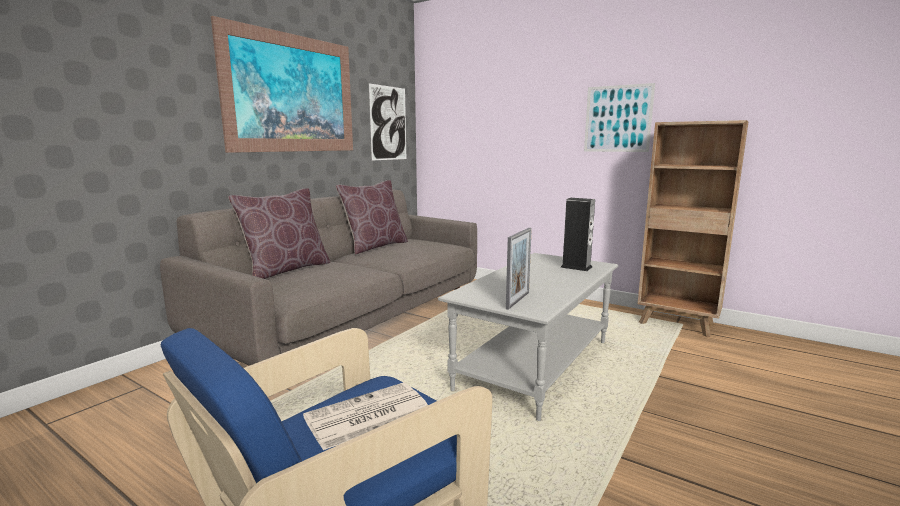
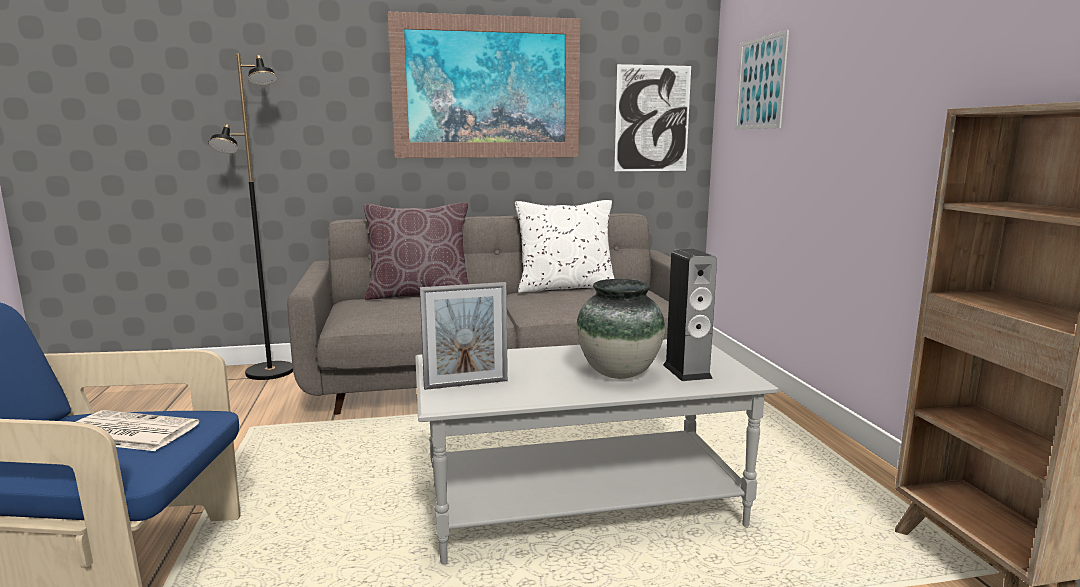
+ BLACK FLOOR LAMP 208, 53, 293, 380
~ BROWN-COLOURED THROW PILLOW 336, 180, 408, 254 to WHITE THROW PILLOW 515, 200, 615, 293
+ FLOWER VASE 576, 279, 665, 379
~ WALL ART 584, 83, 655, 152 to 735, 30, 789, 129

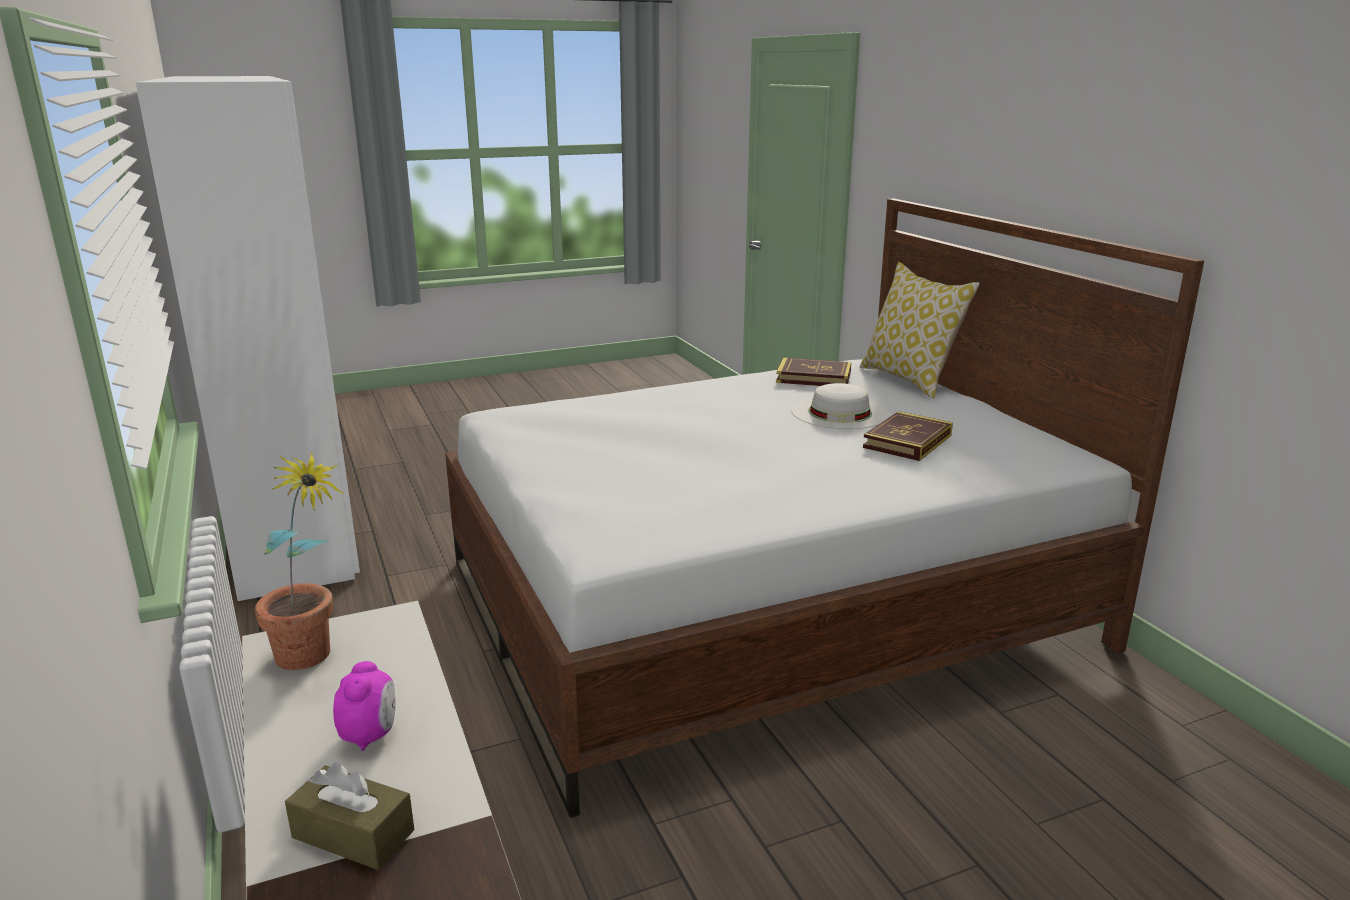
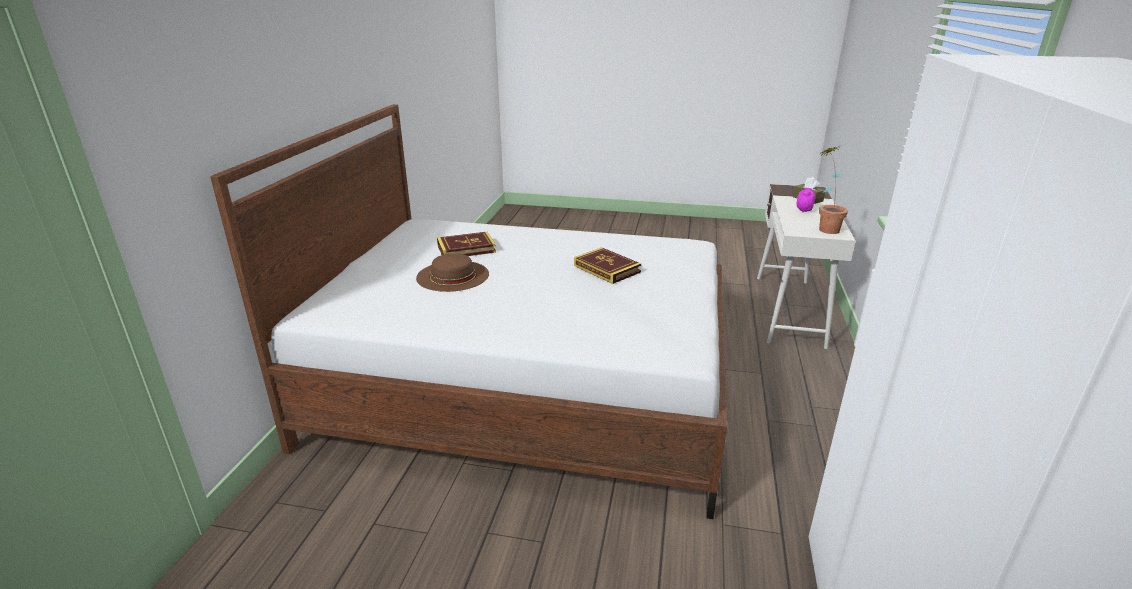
~ WHITE HAT 791, 383, 890, 429 to BROWN-COLOURED HAT 416, 253, 489, 292
~ BOUND BOOK 776, 358, 851, 386 to 574, 248, 641, 284
- THROW PILLOW 860, 262, 980, 399

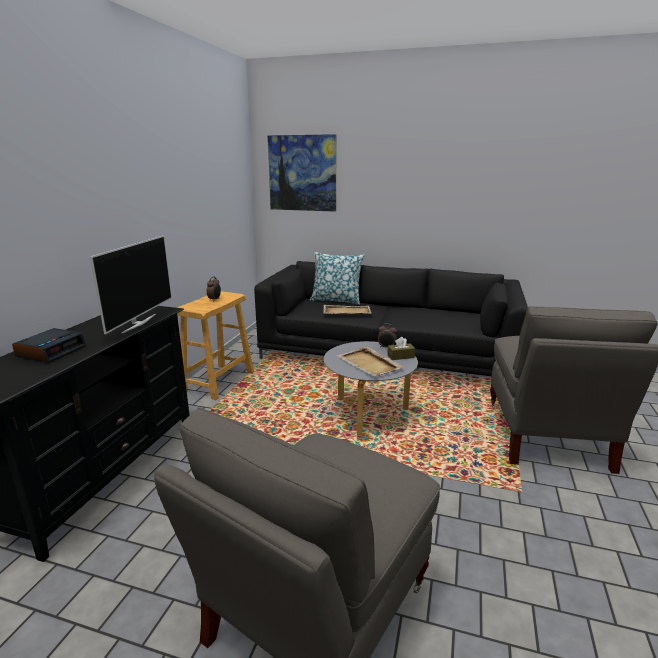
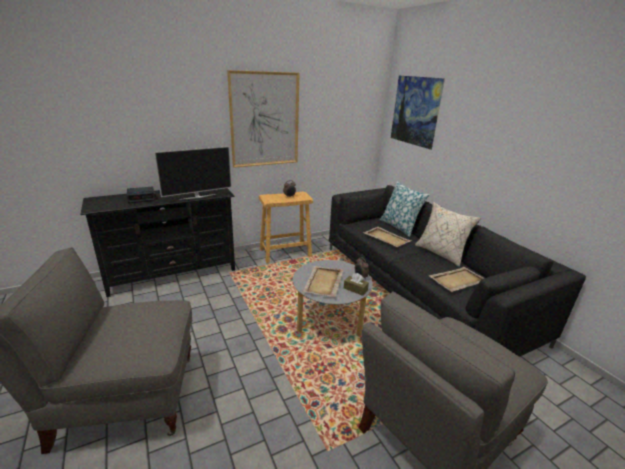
+ WALL ART 227, 70, 300, 168
+ BEIGE-COLOURED THROW PILLOW 415, 202, 481, 267
+ BEIGE-COLOURED TRAY 429, 267, 484, 292

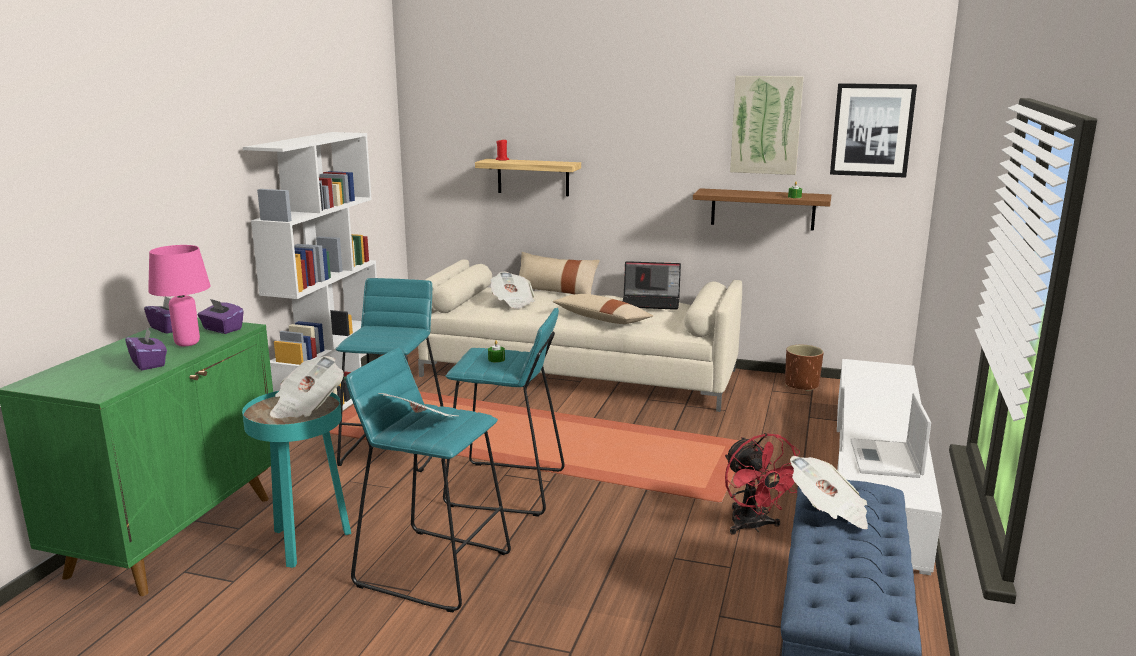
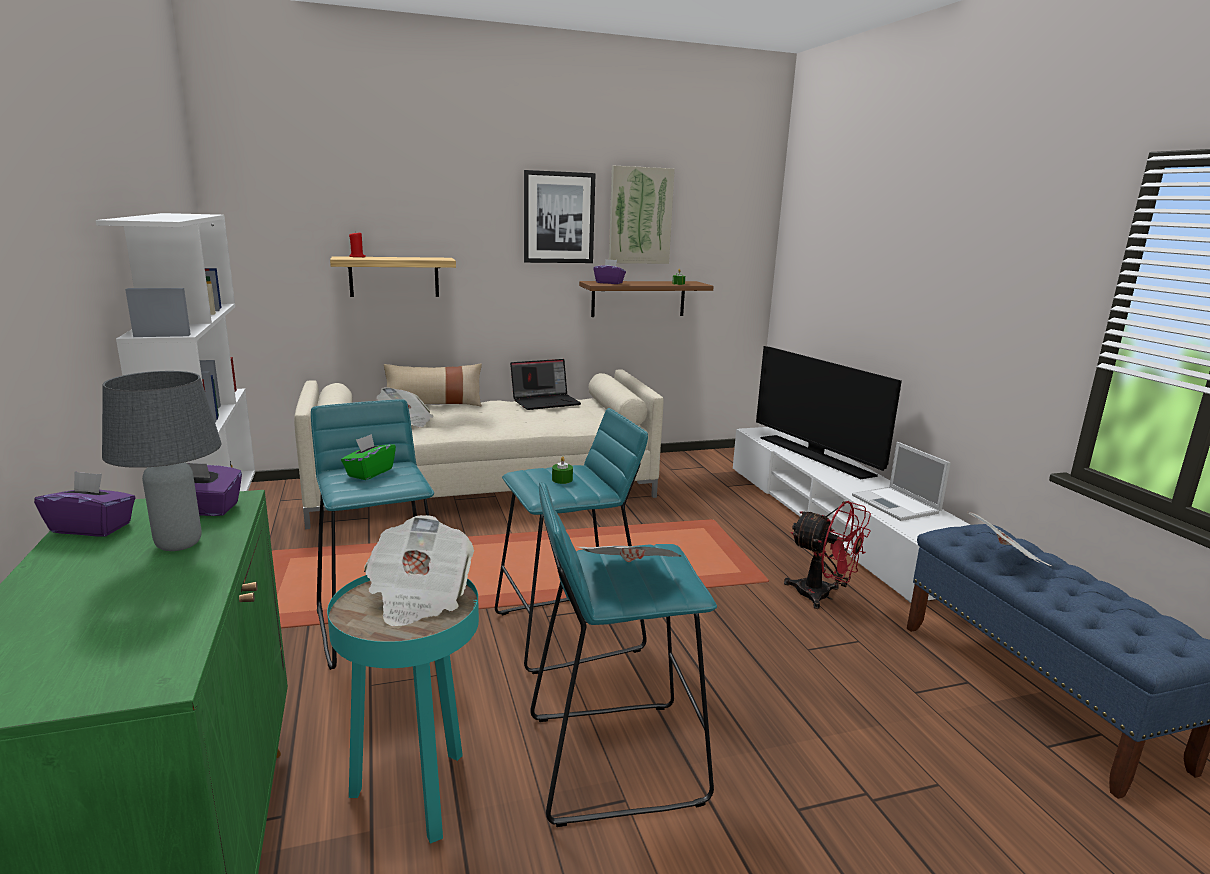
~ PINKISH TABLE LAMP 148, 245, 211, 346 to GRAY TABLE LAMP 102, 371, 222, 551
+ GREEN-COLOURED BOX OF TISSUES 341, 434, 396, 480
~ WALL ART 830, 83, 917, 178 to 524, 170, 596, 263
~ PURPLE-COLOURED BOX OF TISSUES 125, 328, 167, 370 to 593, 259, 626, 284
+ TV SET 756, 346, 902, 479
- BEIGE-COLOURED THROW PILLOW 552, 294, 653, 324
- BROWN-COLOURED FLOWER POT 785, 345, 824, 391

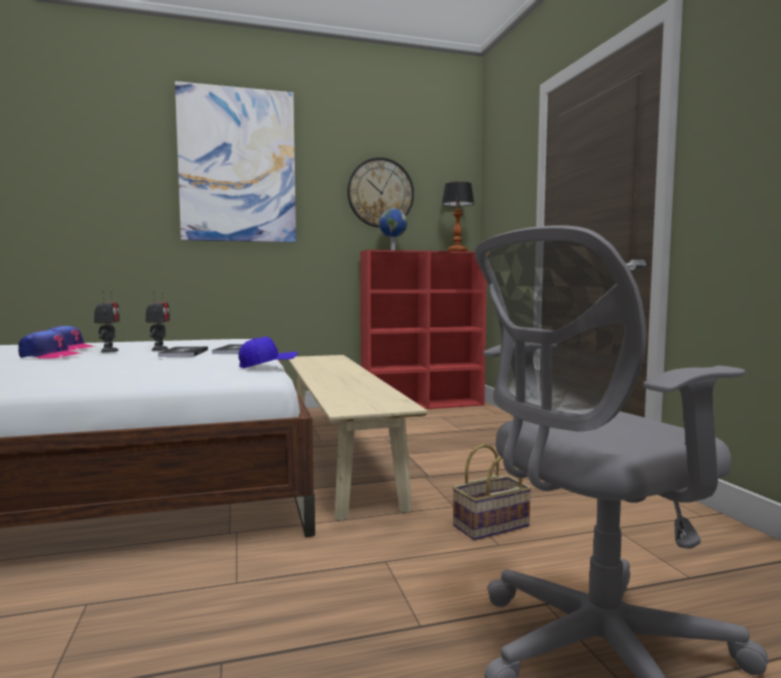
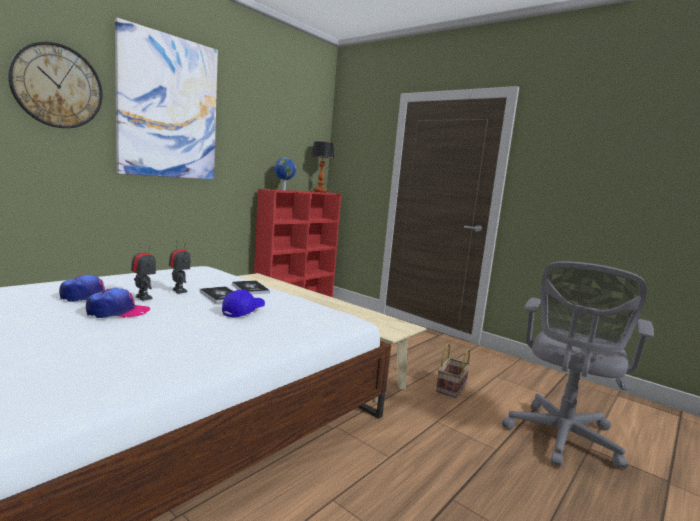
~ HANGING CLOCK 347, 157, 414, 228 to 8, 42, 102, 128
~ BLUE CAP 238, 337, 298, 368 to 222, 290, 265, 318

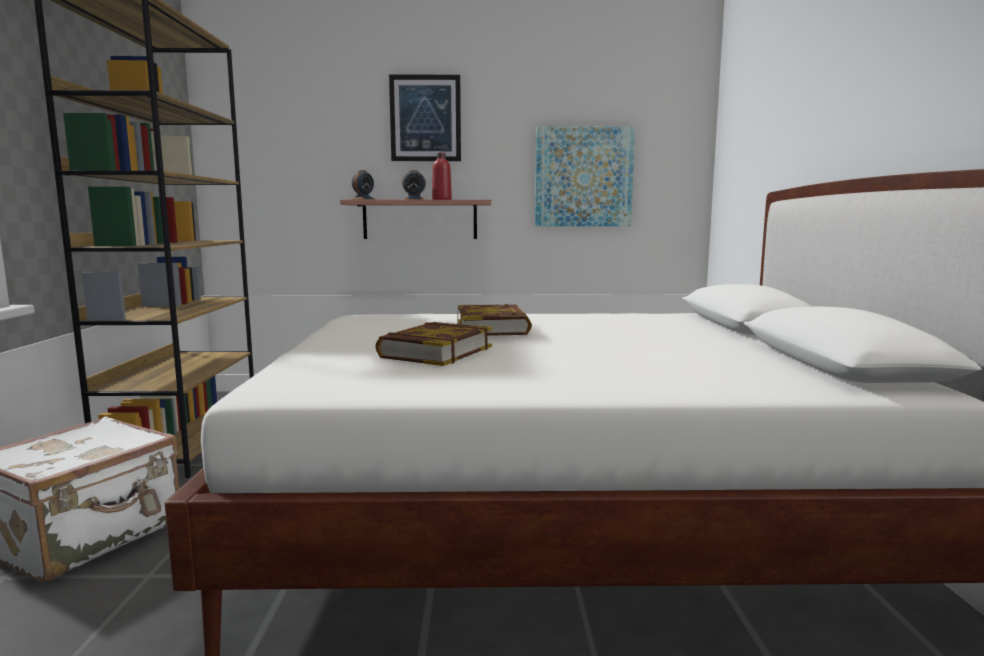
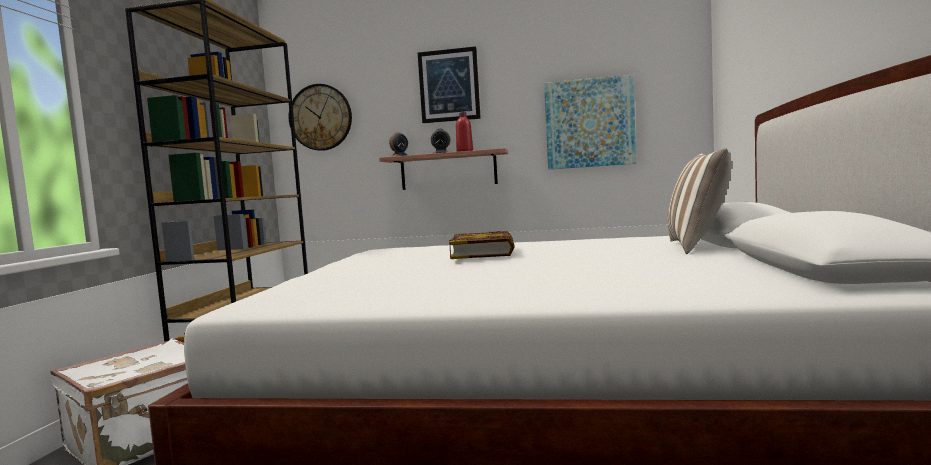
+ HANGING CLOCK 289, 84, 352, 151
+ THROW PILLOW 668, 149, 730, 254
- BOUND BOOK 375, 322, 492, 366

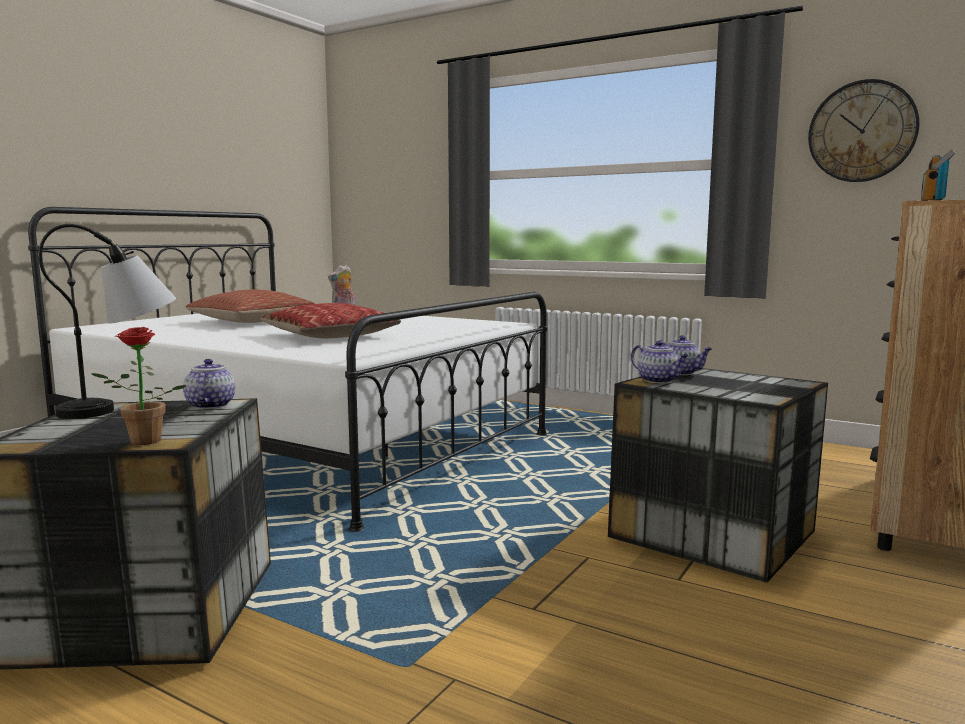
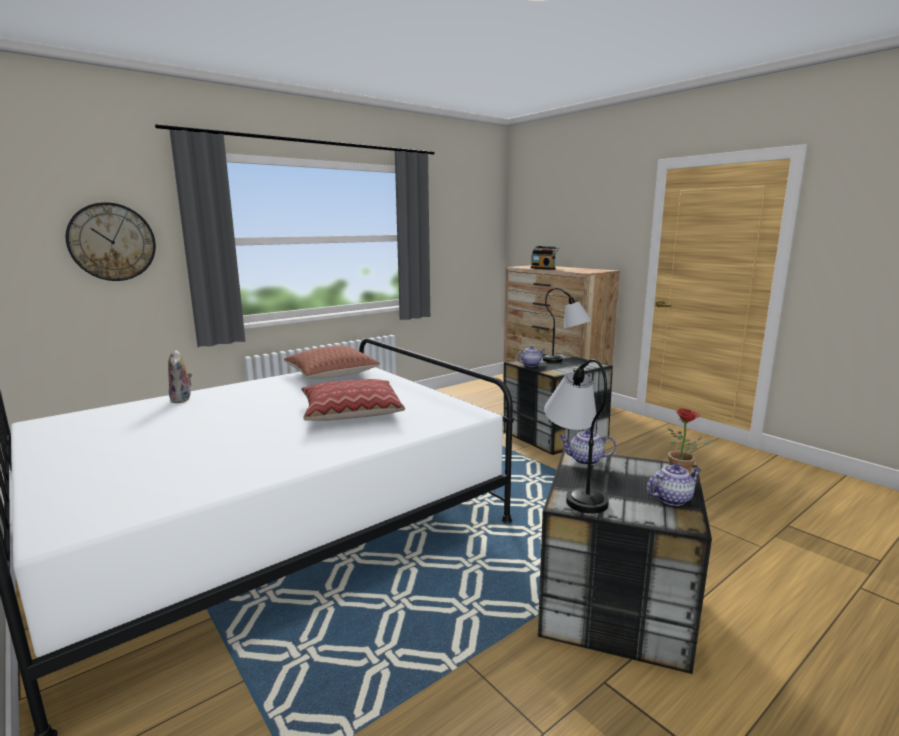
~ HANGING CLOCK 808, 79, 920, 182 to 66, 202, 156, 281
~ THROW PILLOW 185, 290, 315, 323 to 284, 346, 380, 379
+ TABLE LAMP 543, 288, 591, 363
~ POT FOR TEA 631, 341, 689, 383 to 646, 464, 701, 506

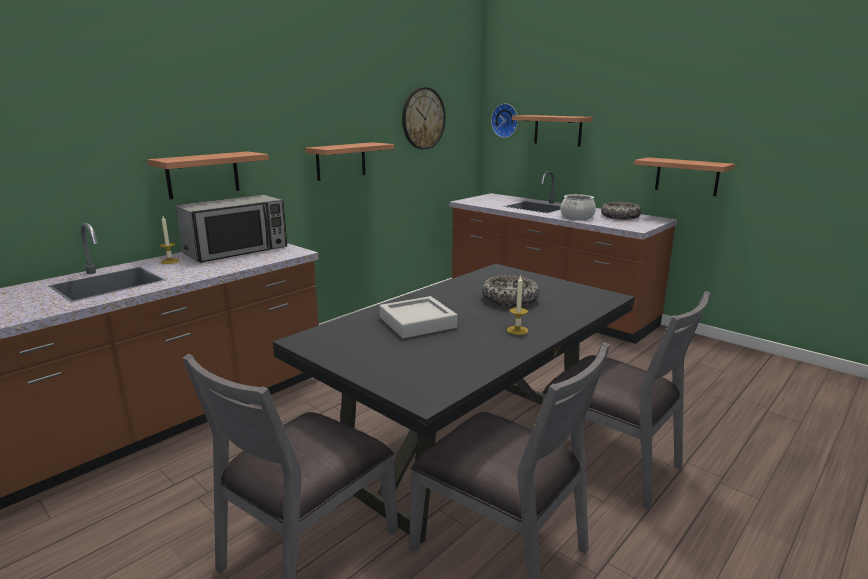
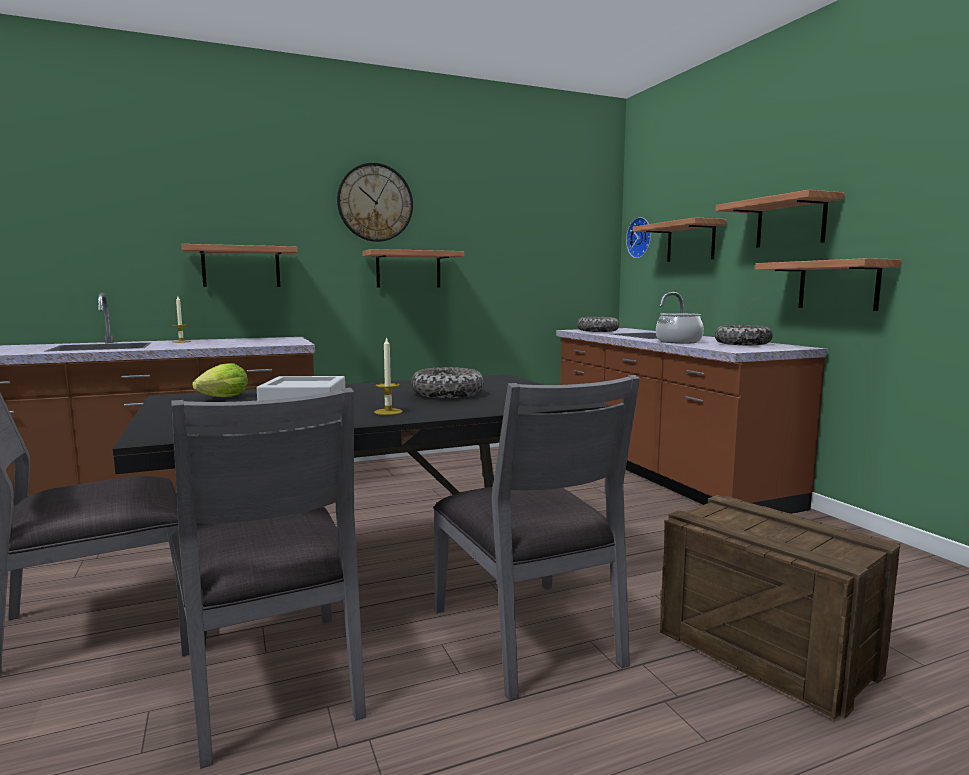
+ LETTUCE HEAD 192, 363, 248, 397
~ HANGING CLOCK 402, 87, 446, 150 to 337, 163, 413, 242
+ SERVING BOWL 577, 317, 619, 332
+ PACKING CRATE 660, 495, 900, 719
+ BRACKET SHELF 716, 190, 844, 248
- MICROWAVE 176, 195, 287, 263

